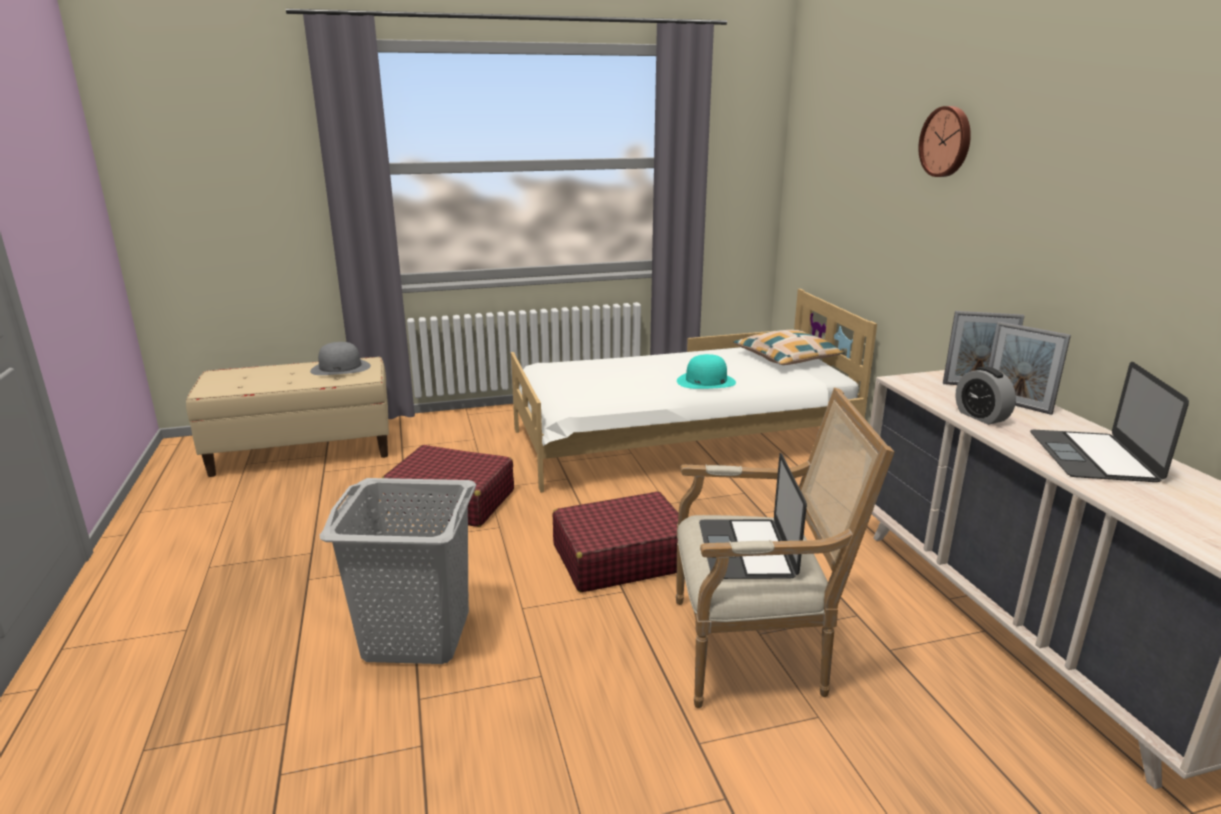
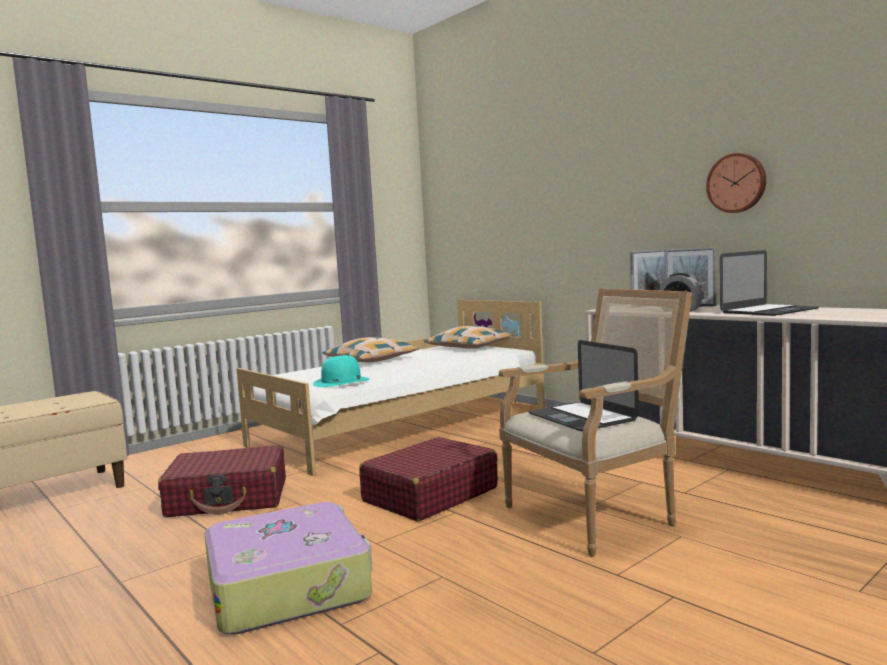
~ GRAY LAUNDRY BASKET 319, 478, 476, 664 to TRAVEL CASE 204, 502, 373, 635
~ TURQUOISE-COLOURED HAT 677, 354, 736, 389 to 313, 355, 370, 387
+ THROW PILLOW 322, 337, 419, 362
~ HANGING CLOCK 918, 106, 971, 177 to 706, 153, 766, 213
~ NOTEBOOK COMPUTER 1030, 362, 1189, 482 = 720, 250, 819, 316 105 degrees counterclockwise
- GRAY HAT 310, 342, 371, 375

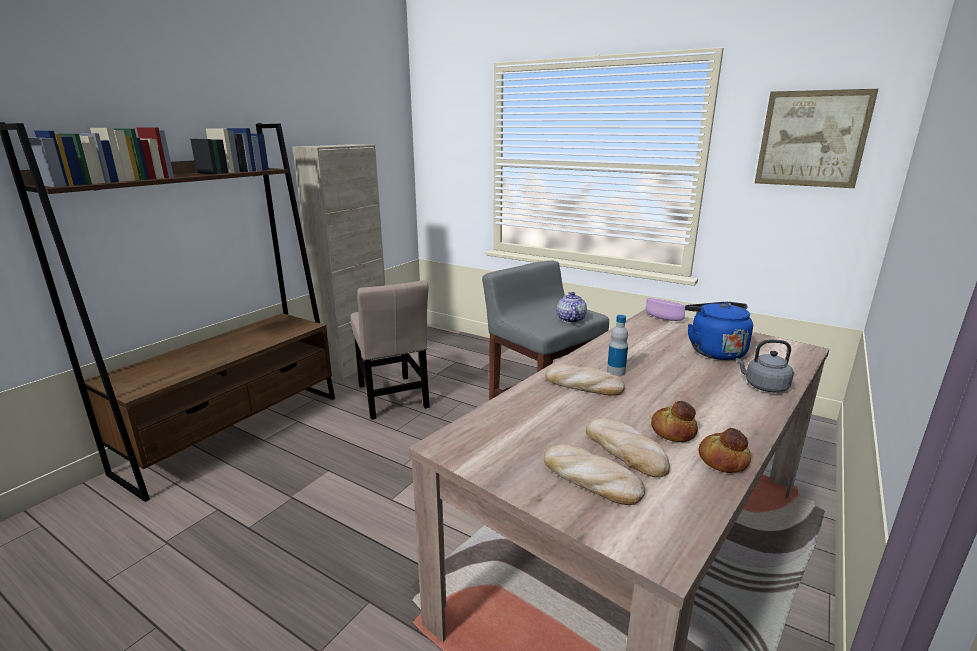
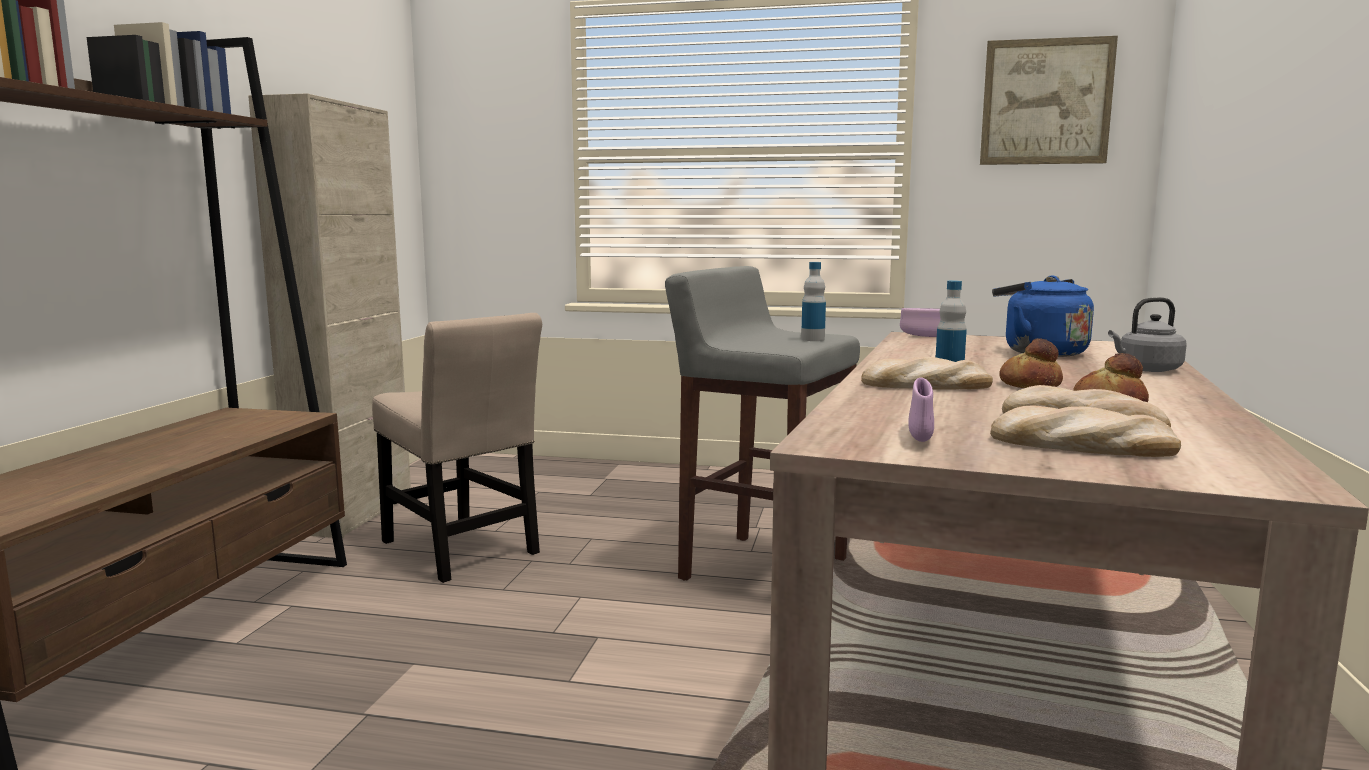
~ POT FOR TEA 557, 292, 587, 323 to BEVERAGE BOTTLE 801, 262, 826, 341
+ PURPLE-COLOURED SERVING BOWL 908, 378, 934, 442
~ BAKED BREAD 699, 428, 751, 473 to 999, 338, 1063, 388

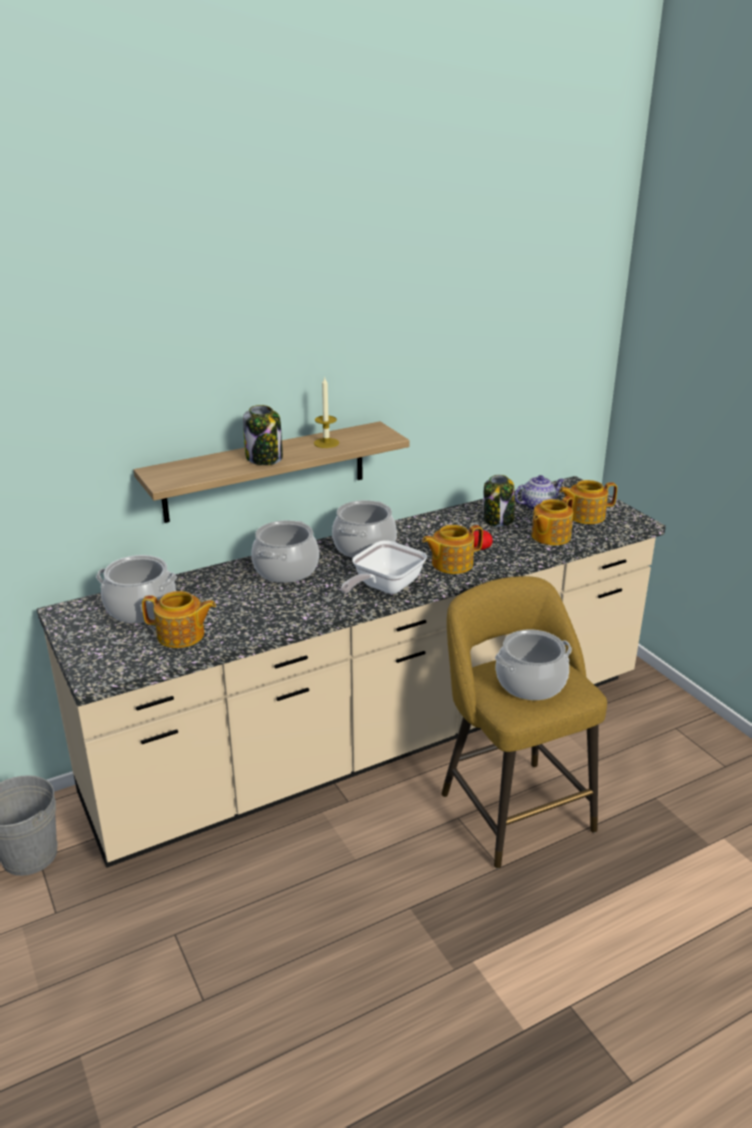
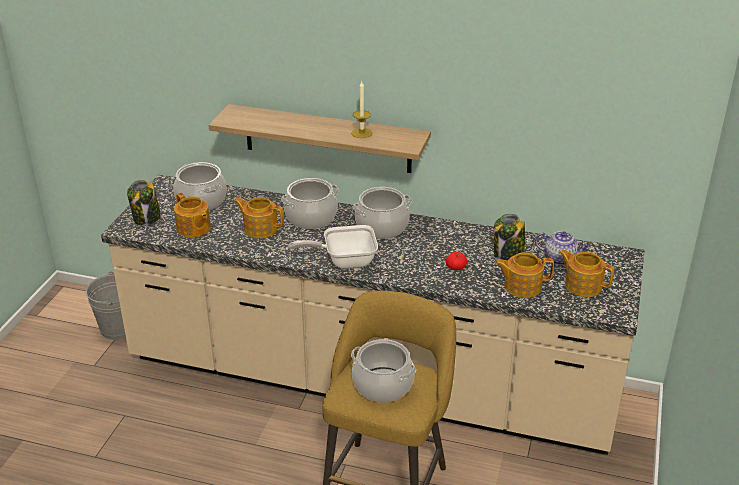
~ JAR 243, 405, 283, 465 to 127, 180, 161, 226
~ POT FOR TEA 422, 525, 483, 574 to 234, 197, 284, 238

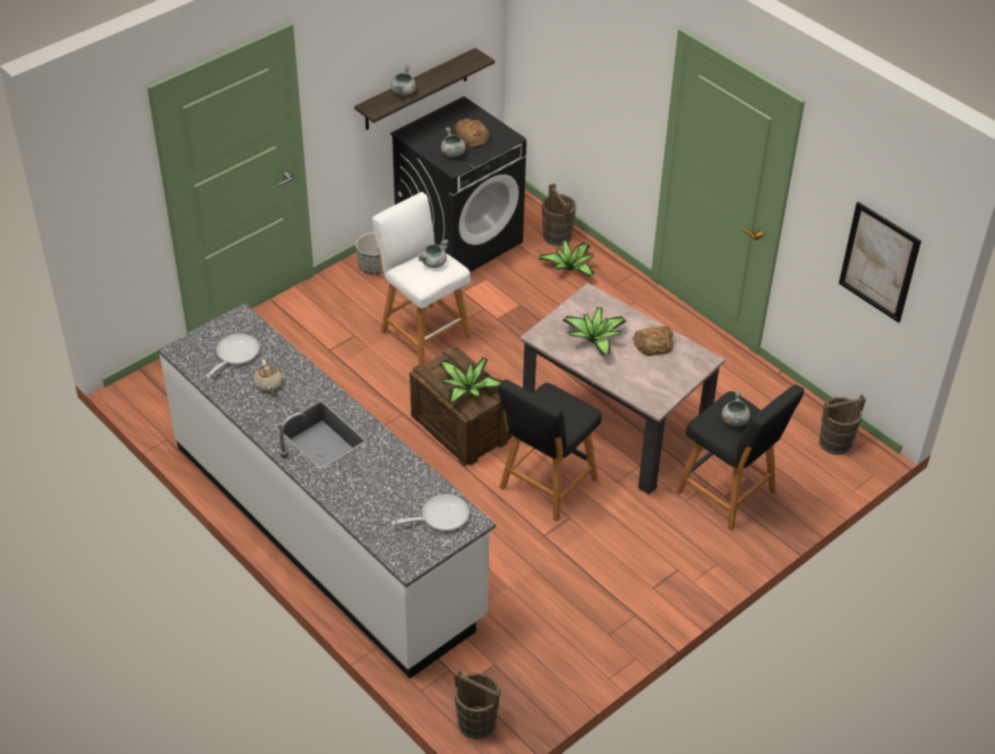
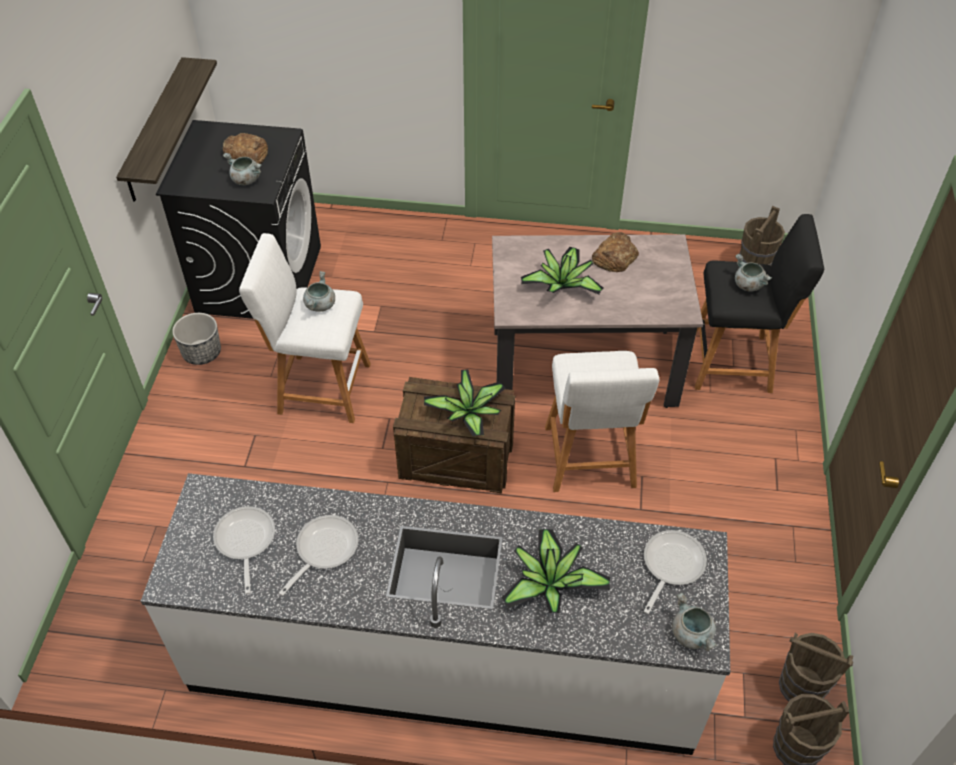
~ BEIGE-COLOURED POT FOR TEA 254, 359, 283, 391 to SKILLET 279, 515, 358, 596
~ PLANT IN A POT 539, 240, 594, 277 to 501, 529, 610, 613
~ BLACK SITTING STOOL 498, 379, 602, 522 to WHITE SITTING STOOL 545, 351, 660, 492
~ GRAY STOCKPOT 391, 65, 416, 96 to 672, 593, 717, 651
~ BROWN-COLOURED BUCKET 542, 183, 576, 246 to 779, 633, 853, 701
- WALL ART 839, 202, 921, 323

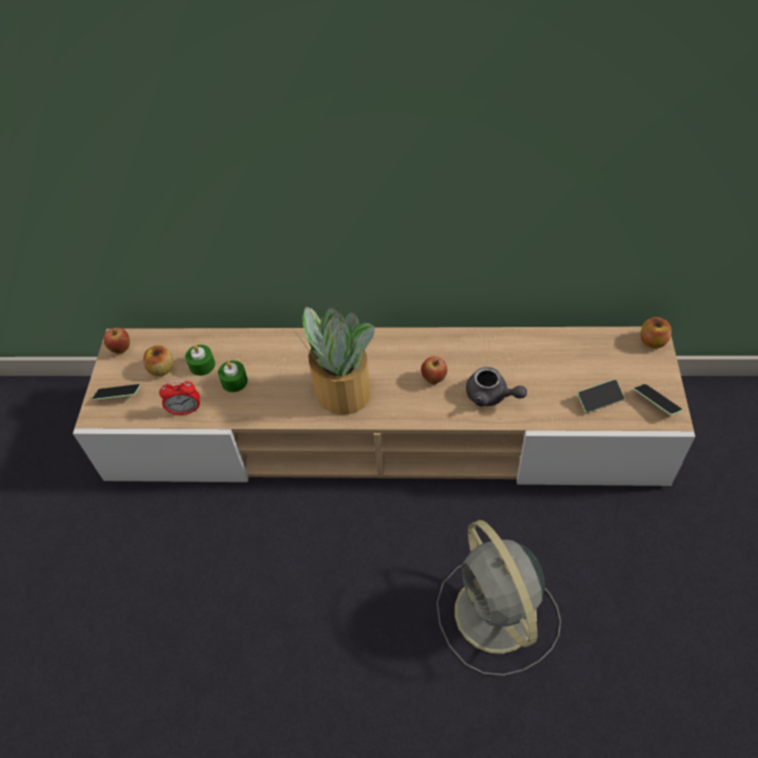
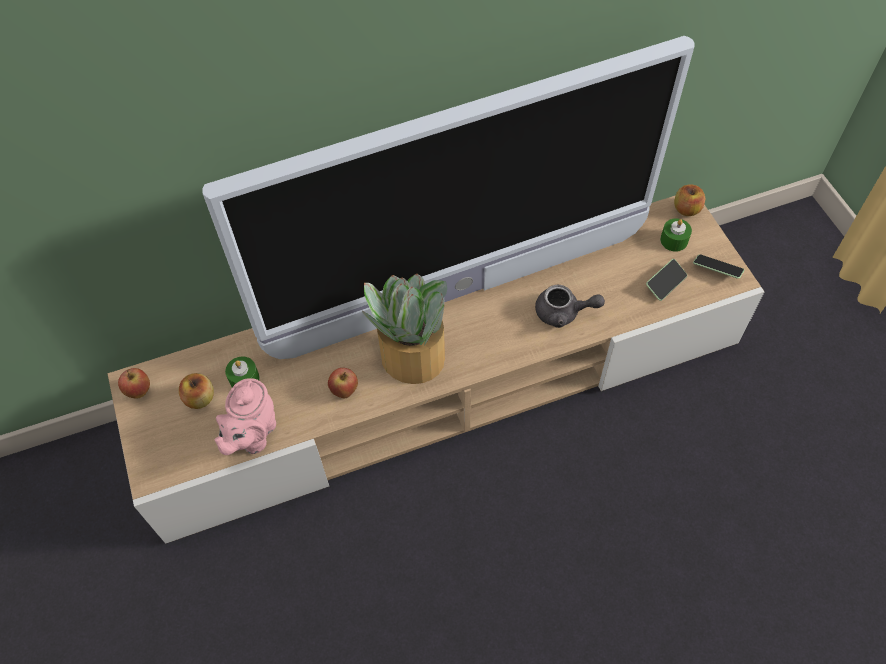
+ TV SET 202, 36, 695, 359
~ TABLE CLOCK 159, 380, 200, 415 to PINKISH POT FOR TEA 215, 378, 276, 455
~ WHOLE APPLE 421, 356, 447, 384 to 328, 368, 358, 398
~ GREEN-COLOURED WAX LIGHT 218, 360, 248, 392 to 660, 219, 692, 252
- HANDSET 92, 384, 141, 400
- GRAY COOLING FAN 437, 520, 561, 676

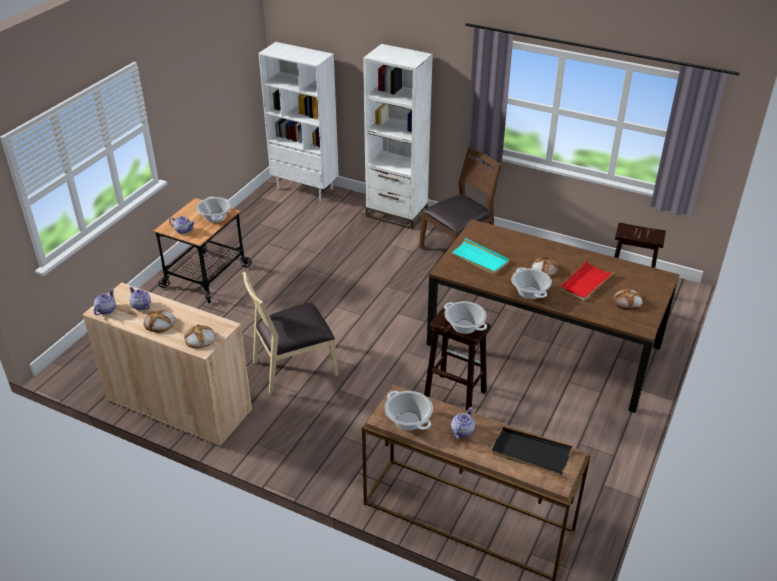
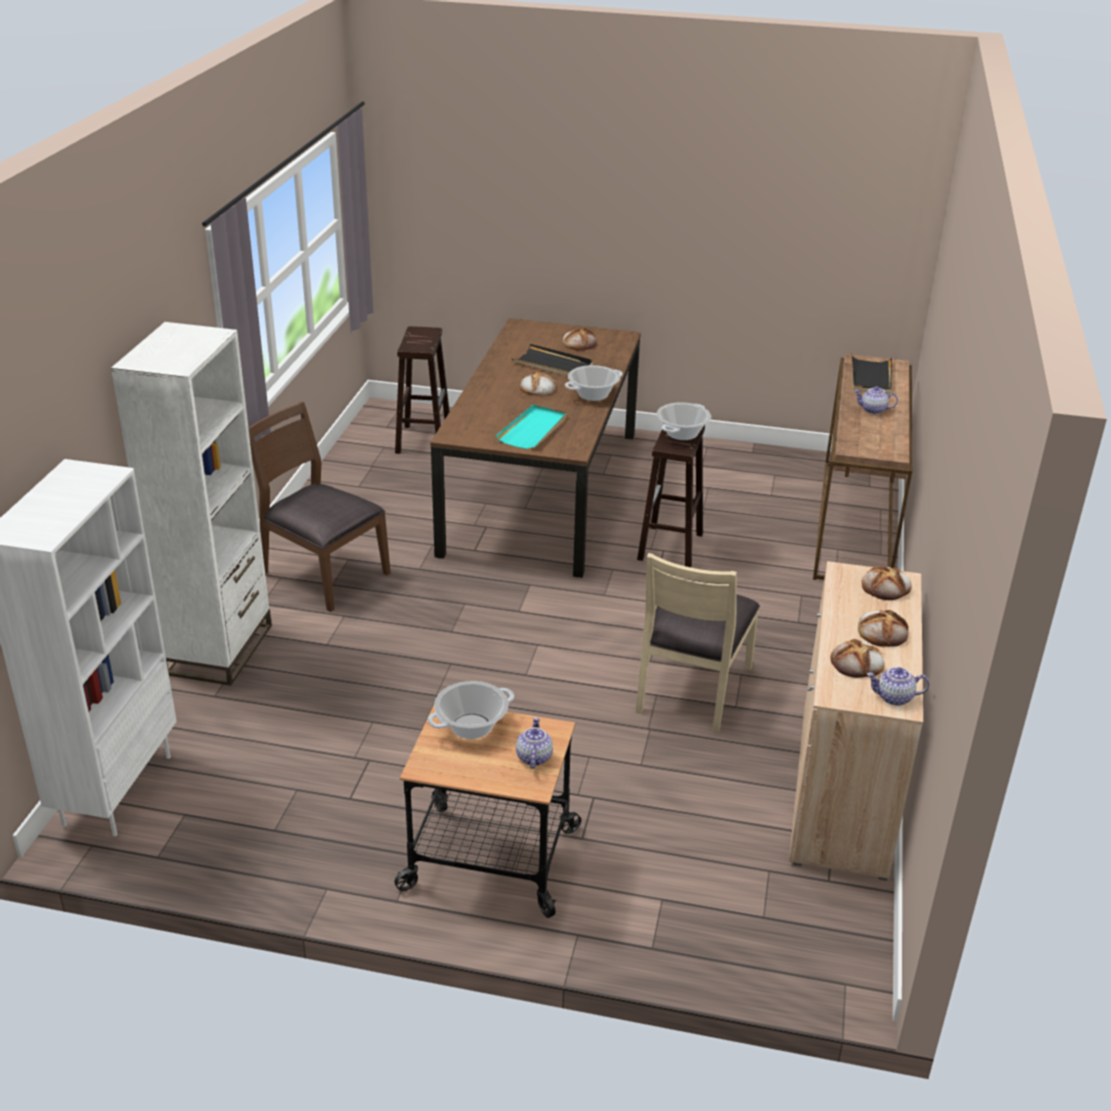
~ RED TRAY 560, 259, 613, 301 to BLACK TRAY 512, 344, 593, 376
~ BEIGE-COLOURED PLAIN CHAIR 242, 272, 339, 394 = 636, 553, 760, 733 60 degrees clockwise
~ POT FOR TEA 129, 287, 151, 310 to BAKED BREAD 830, 639, 885, 678
- STOCKPOT 385, 391, 433, 430

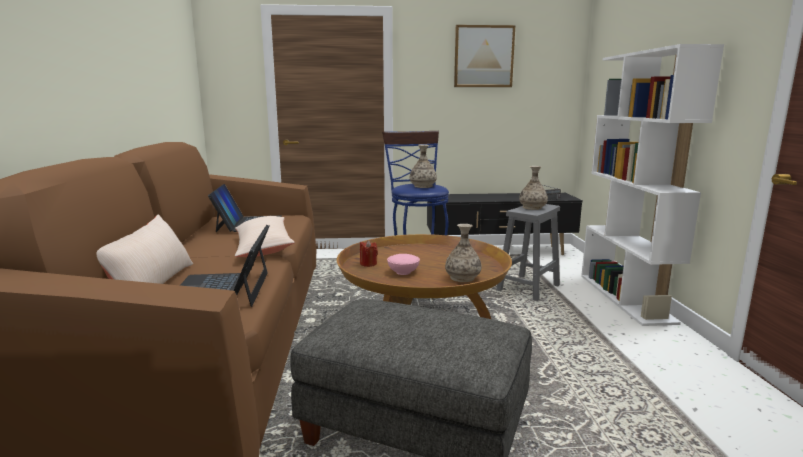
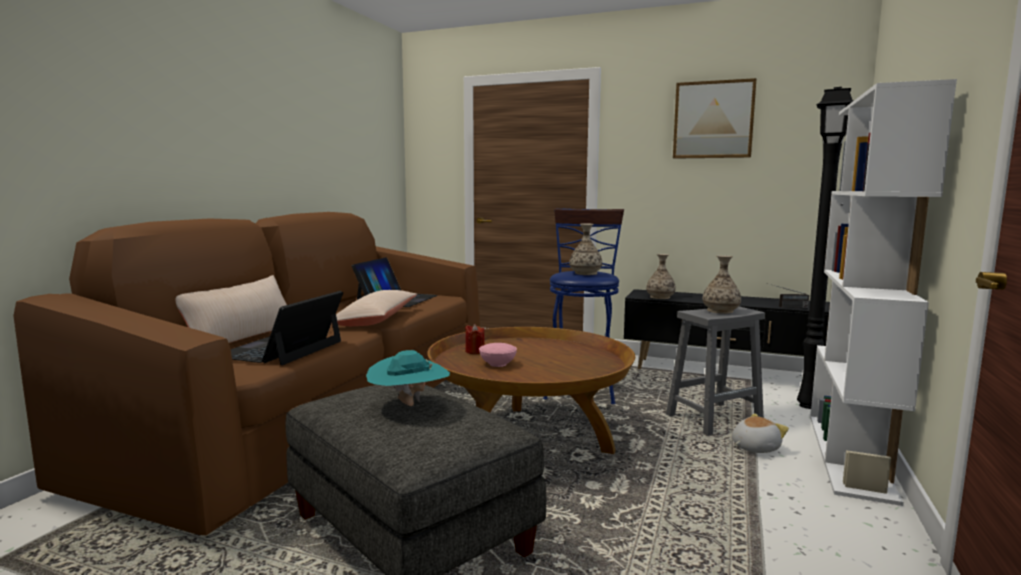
+ TURQUOISE-COLOURED HAT 366, 350, 450, 406
~ FLOWER VASE 445, 224, 482, 282 to 646, 254, 676, 299
+ PLUSH TOY 732, 413, 789, 453
+ BLACK FLOOR LAMP 797, 87, 853, 409

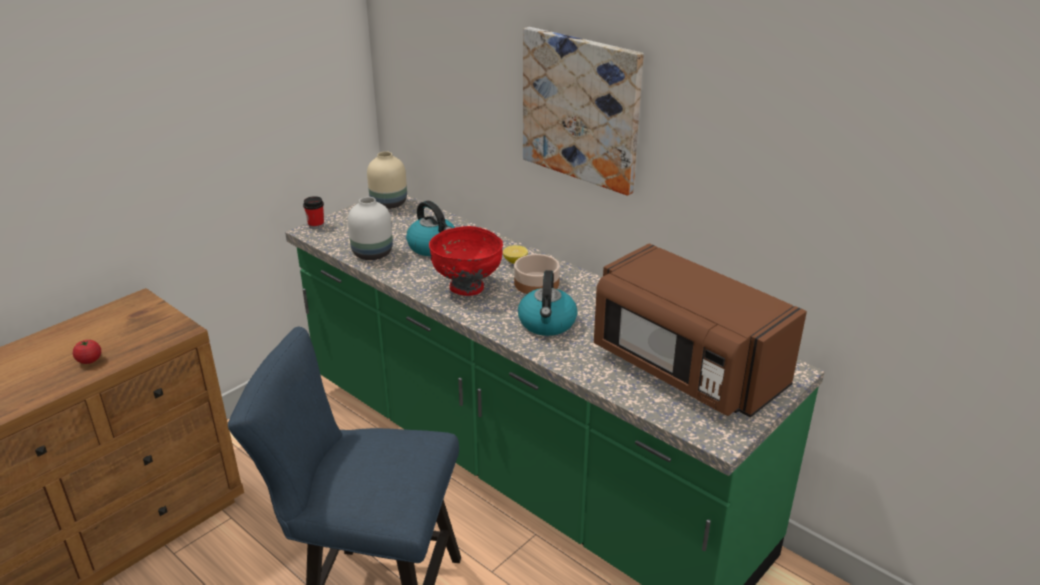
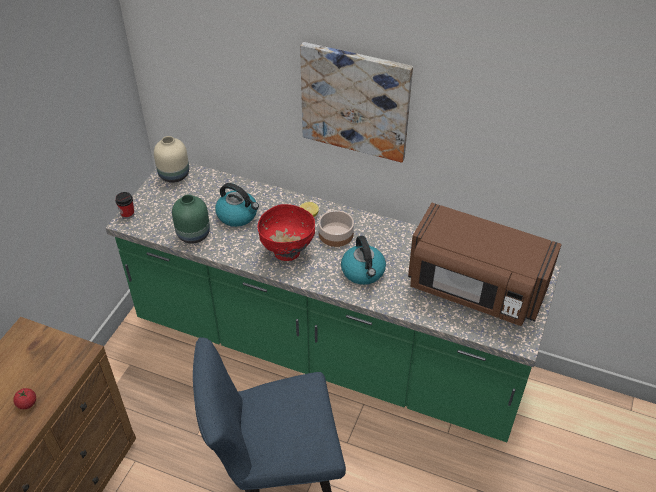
~ WHITE FLOWER VASE 348, 197, 393, 260 to GREEN-COLOURED FLOWER VASE 172, 194, 210, 244

